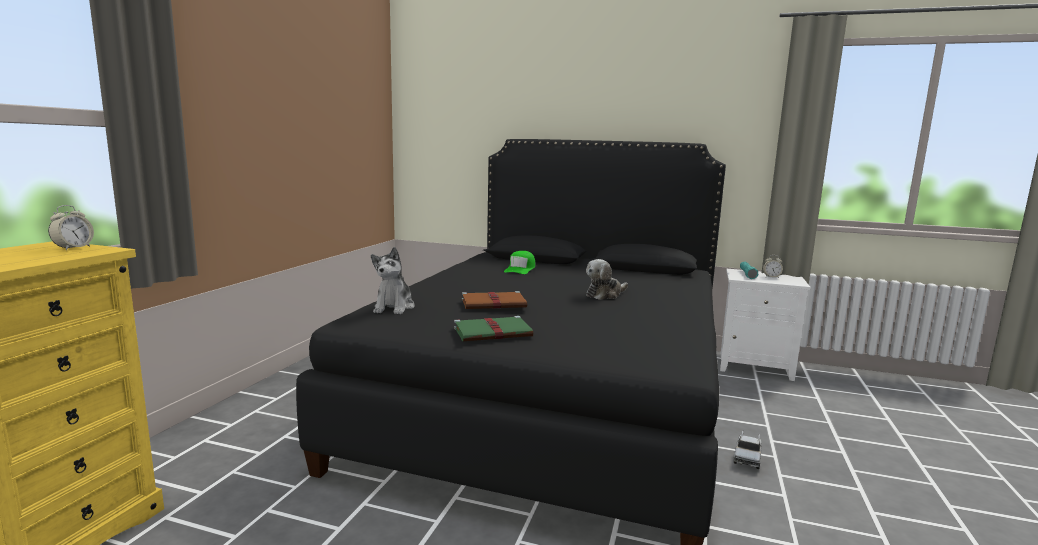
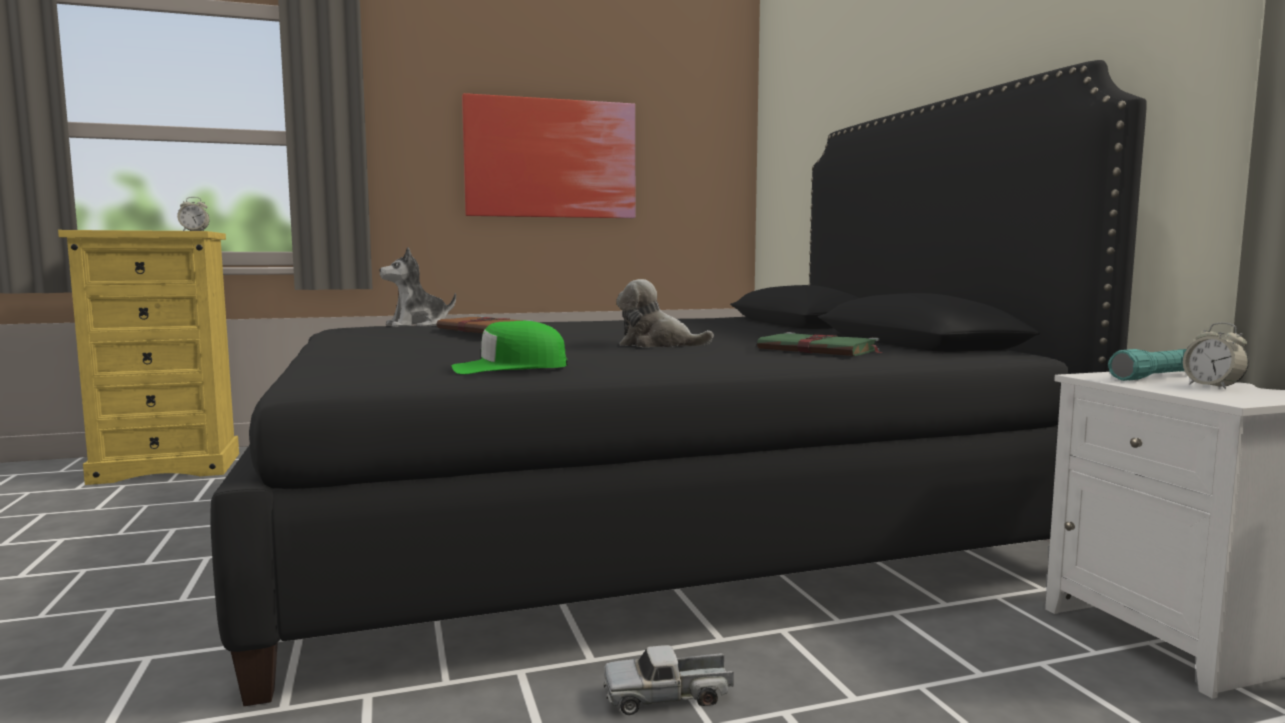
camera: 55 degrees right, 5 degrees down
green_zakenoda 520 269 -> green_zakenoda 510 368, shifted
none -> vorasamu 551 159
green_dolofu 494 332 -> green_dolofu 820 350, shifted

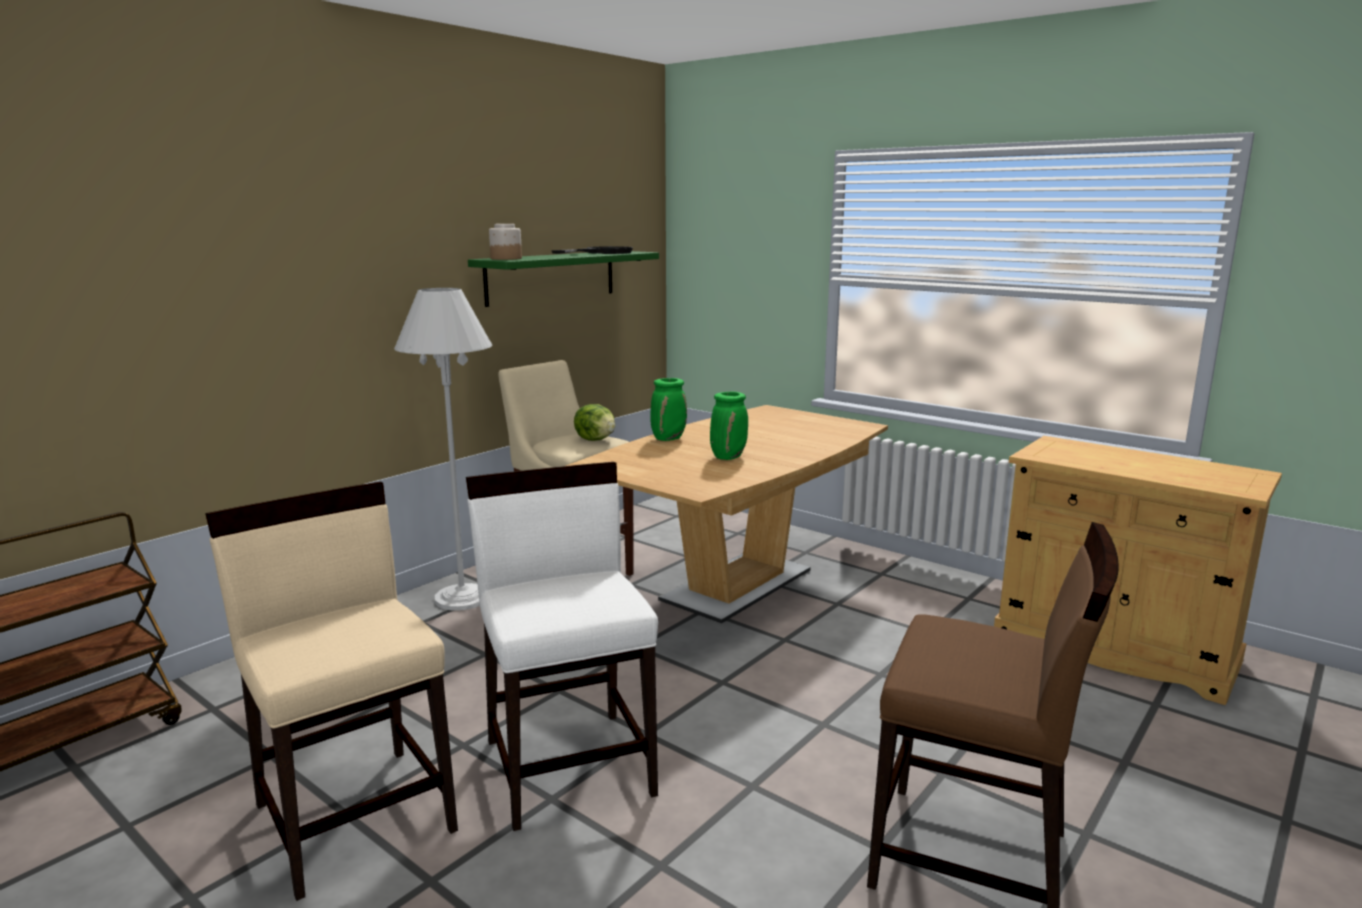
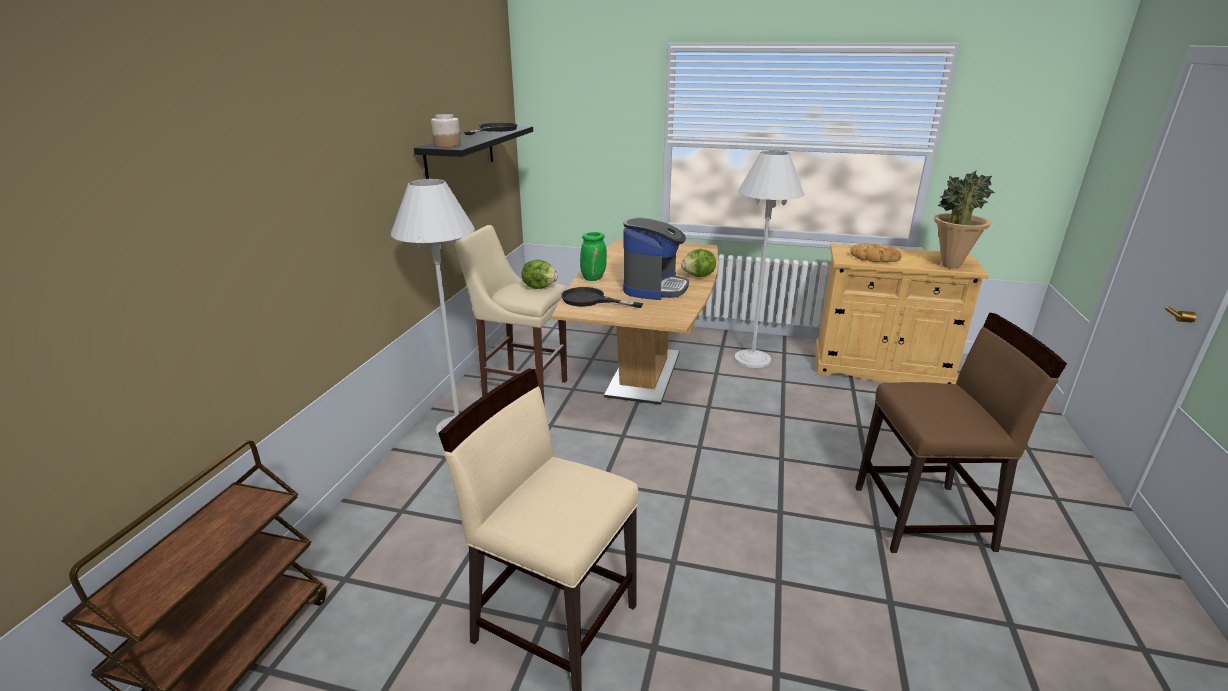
camera: 25 degrees left, 10 degrees up
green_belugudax 551 277 -> black_belugudax 460 154
none -> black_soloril 590 300
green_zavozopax 728 457 -> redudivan 654 288
none -> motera 698 276
none -> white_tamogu 752 359
none -> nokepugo 874 258
none -> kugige 950 266
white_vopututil 570 765 -> none

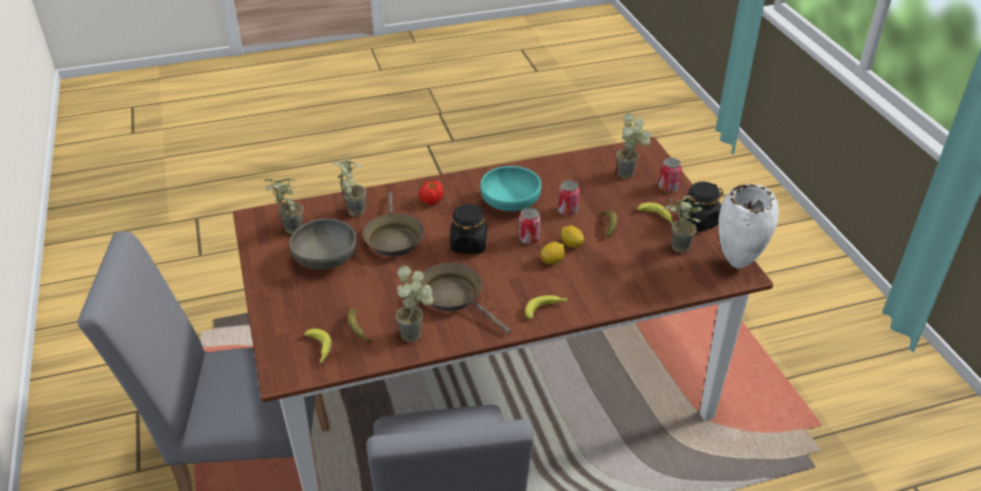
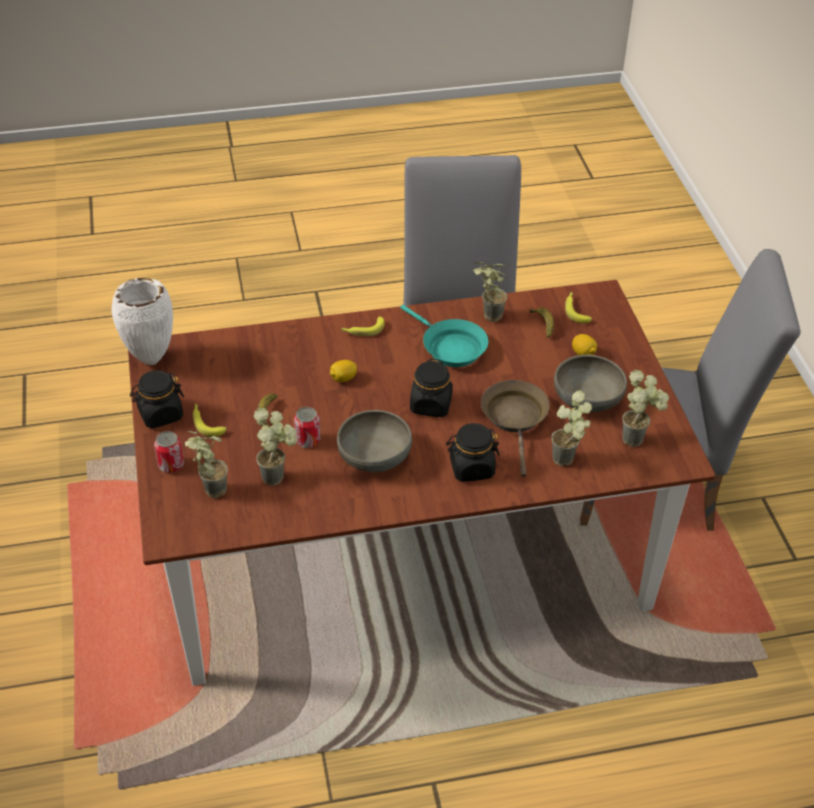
camera: 175 degrees left, 5 degrees up
kugige 676 249 -> kugige 279 476, shifted
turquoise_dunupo 510 203 -> grey_dunupo 374 456
brown_soloril 455 297 -> turquoise_soloril 450 347
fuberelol 431 200 -> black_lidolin 471 468
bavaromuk 571 244 -> bavaromuk 583 354, shifted
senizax 529 238 -> none

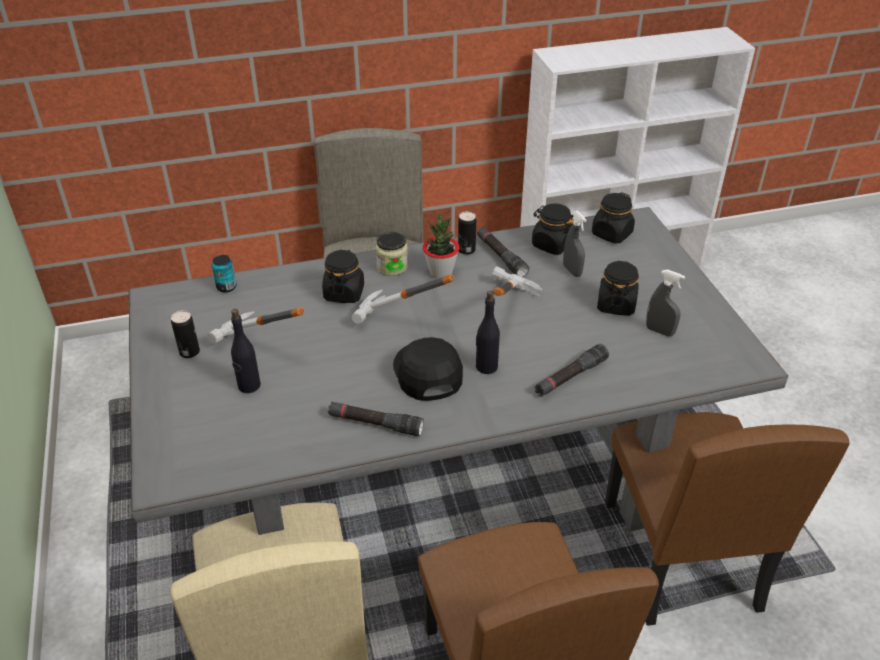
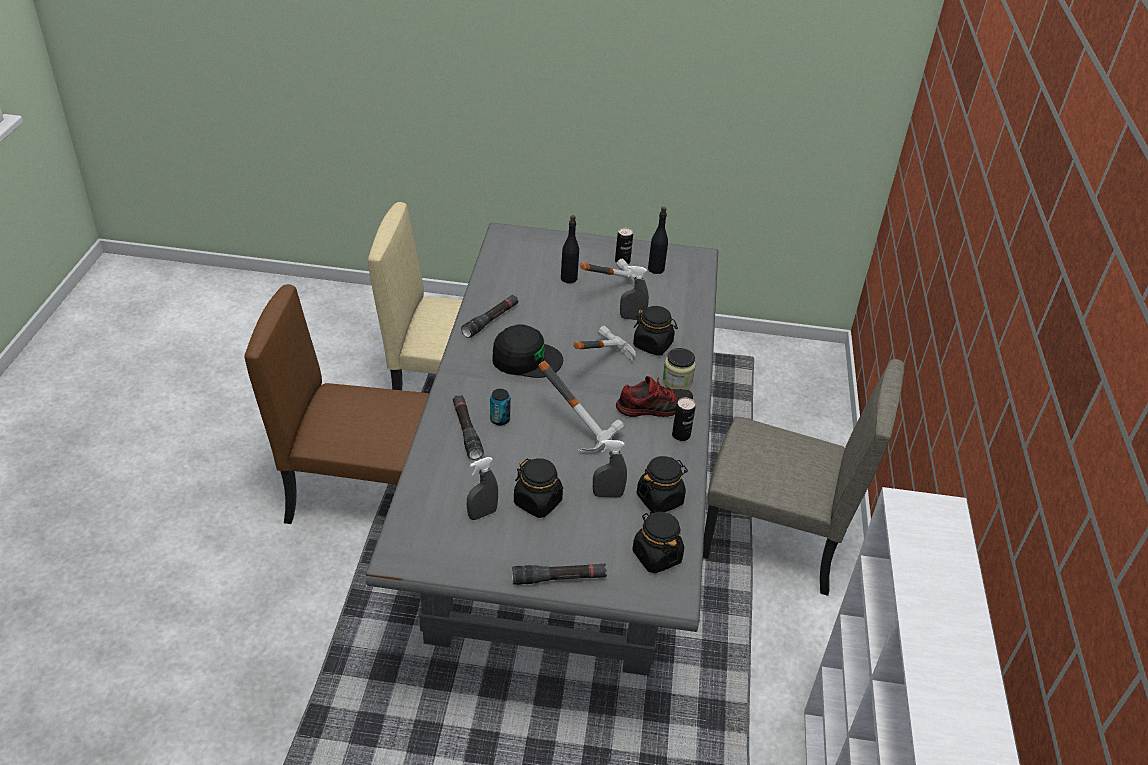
camera: 110 degrees right, 0 degrees up
senizax 226 287 -> senizax 500 419, shifted
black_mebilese 501 257 -> black_mebilese 559 578, shifted
kugige 441 272 -> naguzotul 653 407
none -> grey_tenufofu 632 318
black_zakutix 486 367 -> black_zakutix 656 269, shifted
brown_vopututil 679 554 -> none

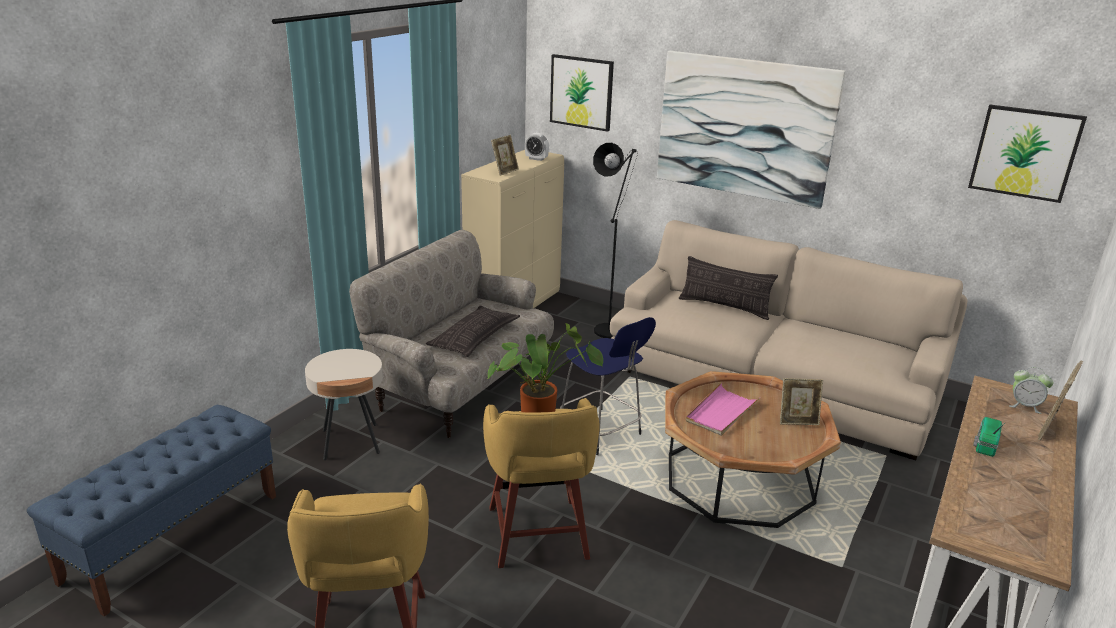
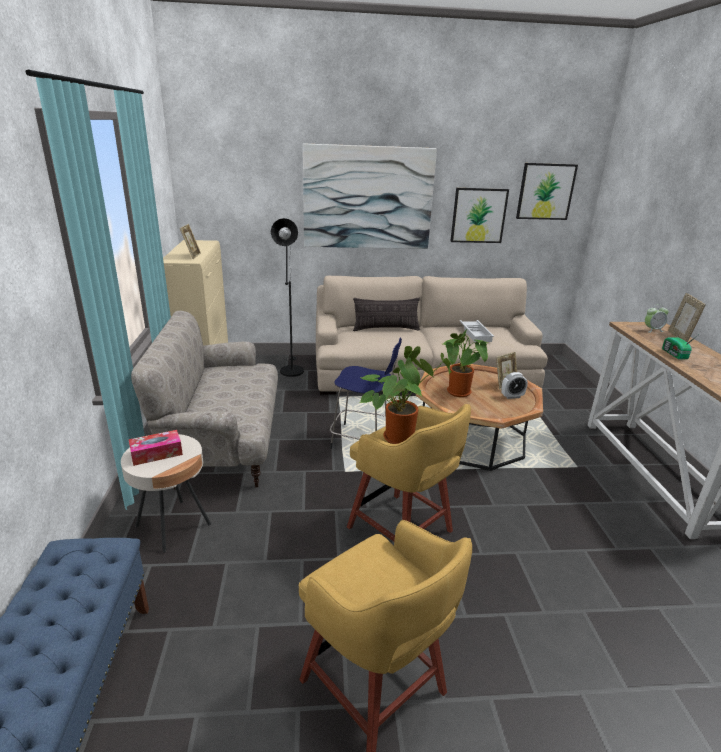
camera: 35 degrees left, 0 degrees up
none -> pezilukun 156 453
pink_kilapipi 721 412 -> kugige 460 394
vorasamu 581 92 -> vorasamu 478 215, shifted
none -> white_kilapipi 476 333
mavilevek 536 159 -> mavilevek 512 396, shifted
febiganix 474 337 -> none

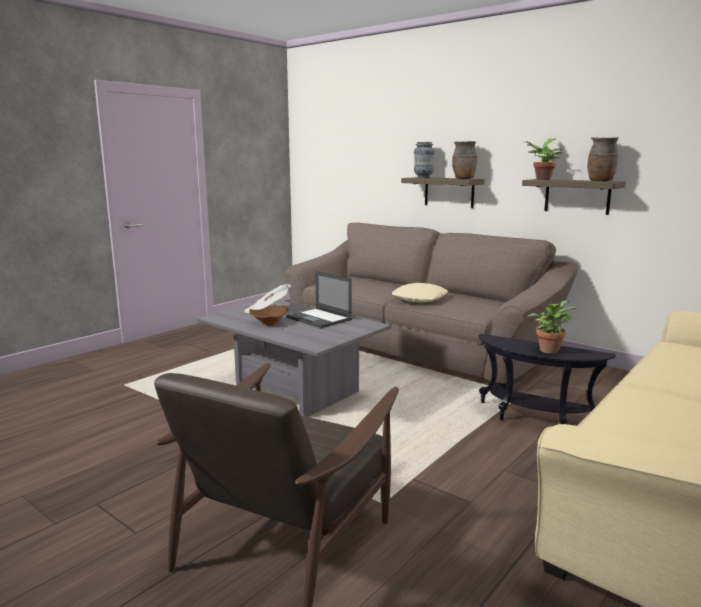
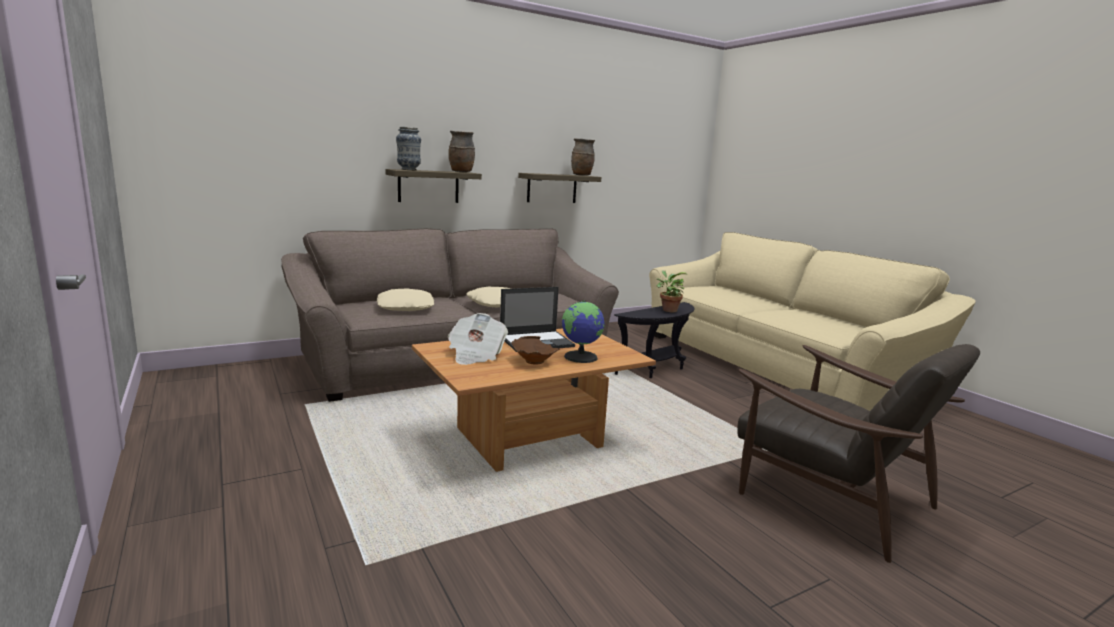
camera: 70 degrees left, 0 degrees up
none -> beige_febiganix 406 307
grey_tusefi 294 393 -> brown_tusefi 529 440
none -> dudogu 581 357
kugige 542 179 -> none

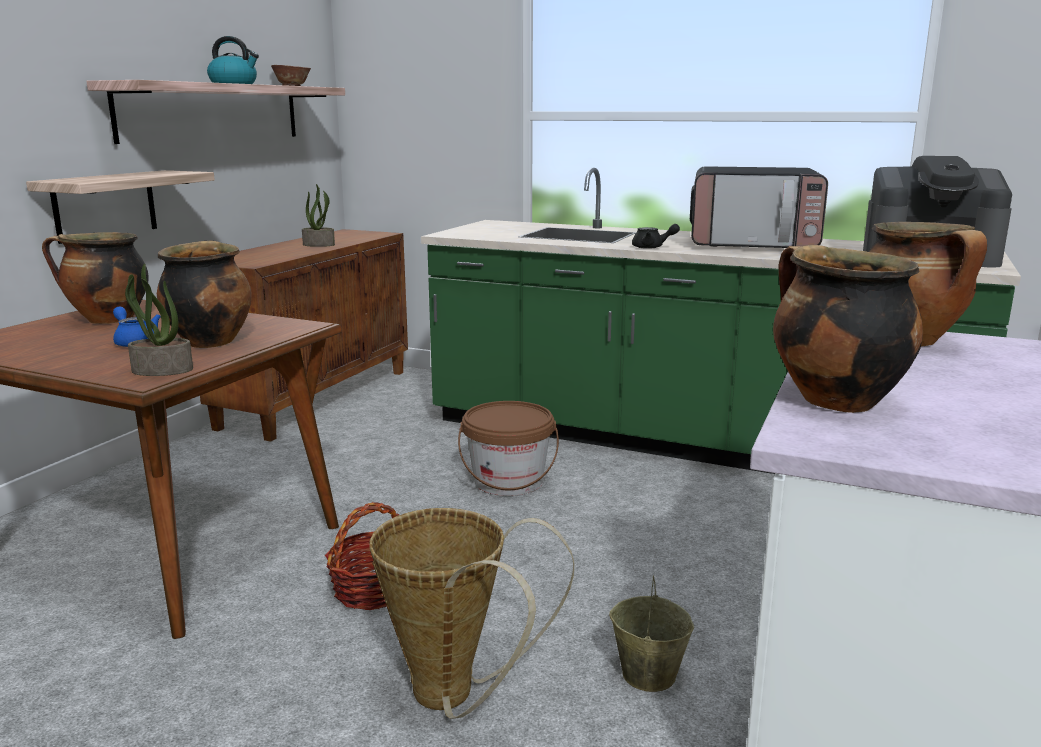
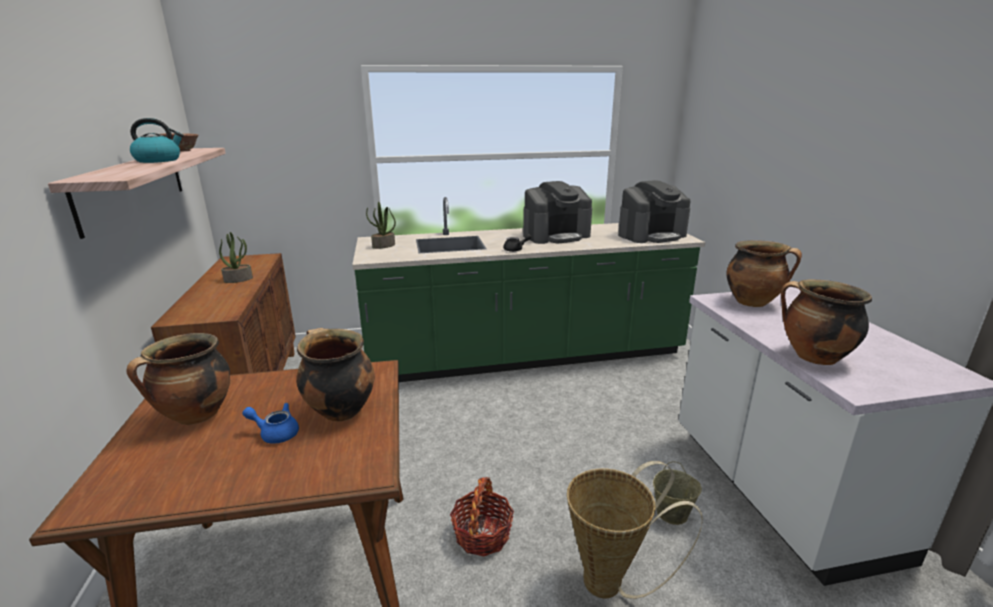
camera: 35 degrees left, 5 degrees up
kugige 161 371 -> kugige 383 246, shifted
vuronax 753 243 -> redudivan 556 236
belugudax 105 205 -> none
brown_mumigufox 508 481 -> none

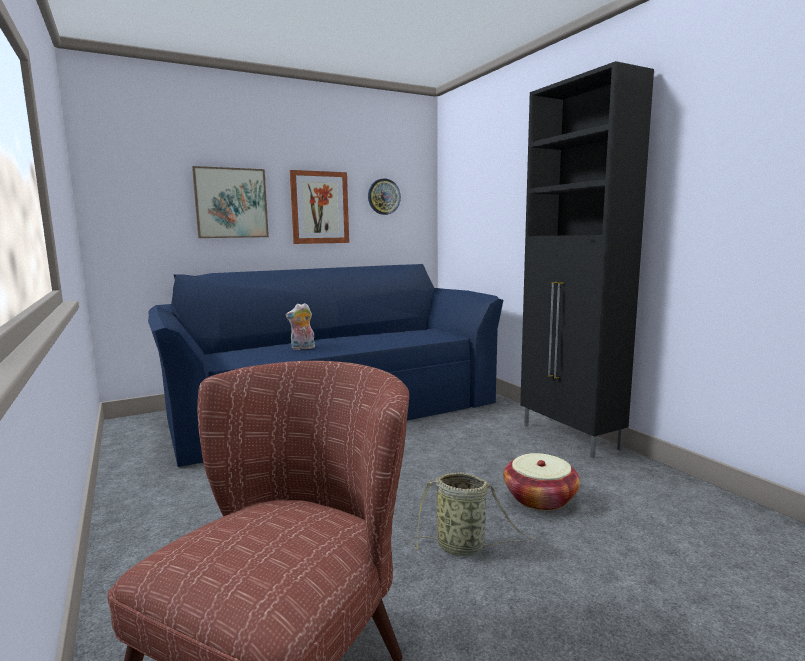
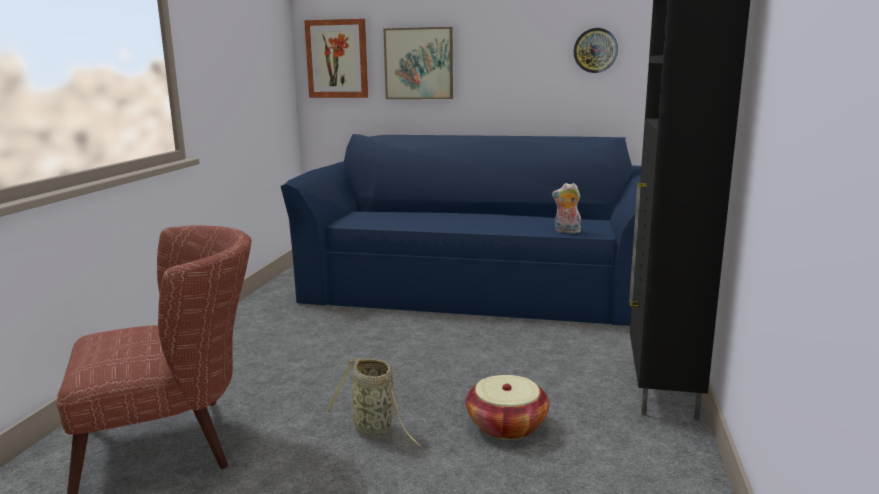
camera: 40 degrees right, 5 degrees up
vorasamu 319 207 -> vorasamu 337 59, shifted
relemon 302 348 -> relemon 566 231, shifted

